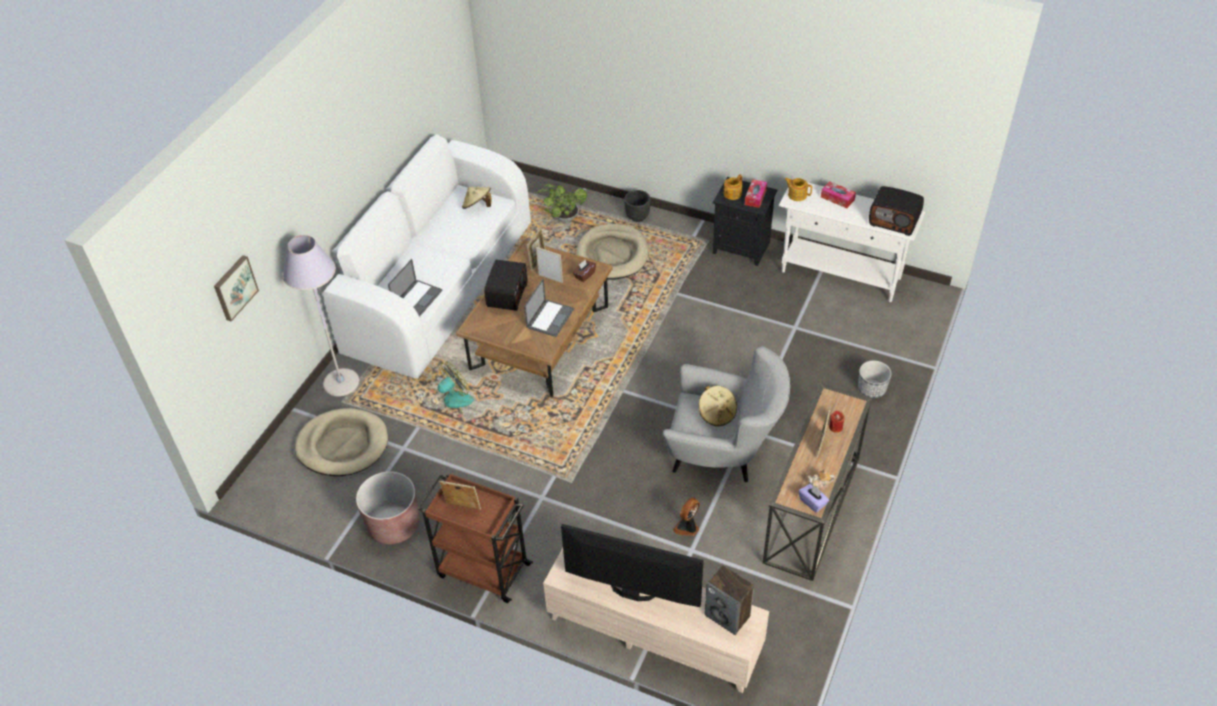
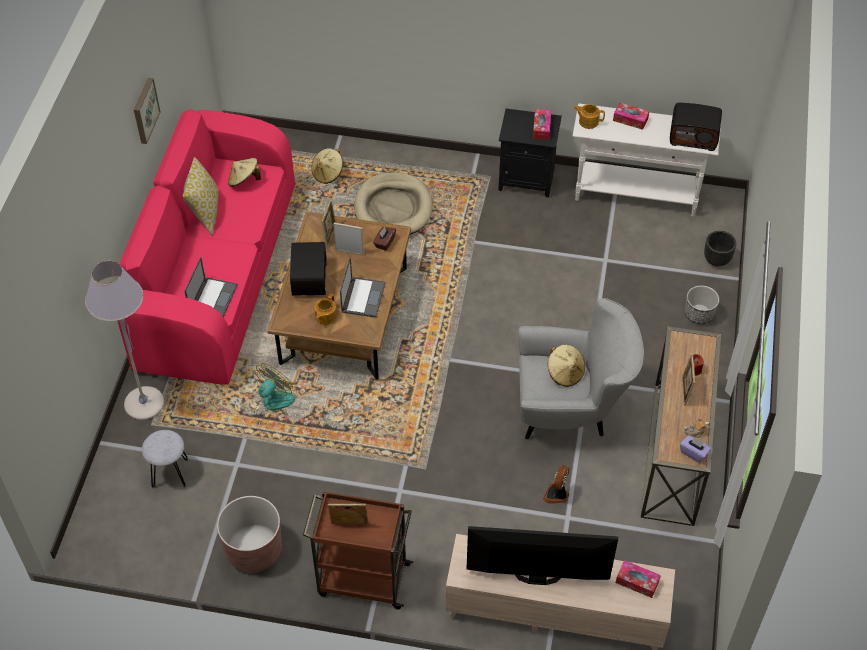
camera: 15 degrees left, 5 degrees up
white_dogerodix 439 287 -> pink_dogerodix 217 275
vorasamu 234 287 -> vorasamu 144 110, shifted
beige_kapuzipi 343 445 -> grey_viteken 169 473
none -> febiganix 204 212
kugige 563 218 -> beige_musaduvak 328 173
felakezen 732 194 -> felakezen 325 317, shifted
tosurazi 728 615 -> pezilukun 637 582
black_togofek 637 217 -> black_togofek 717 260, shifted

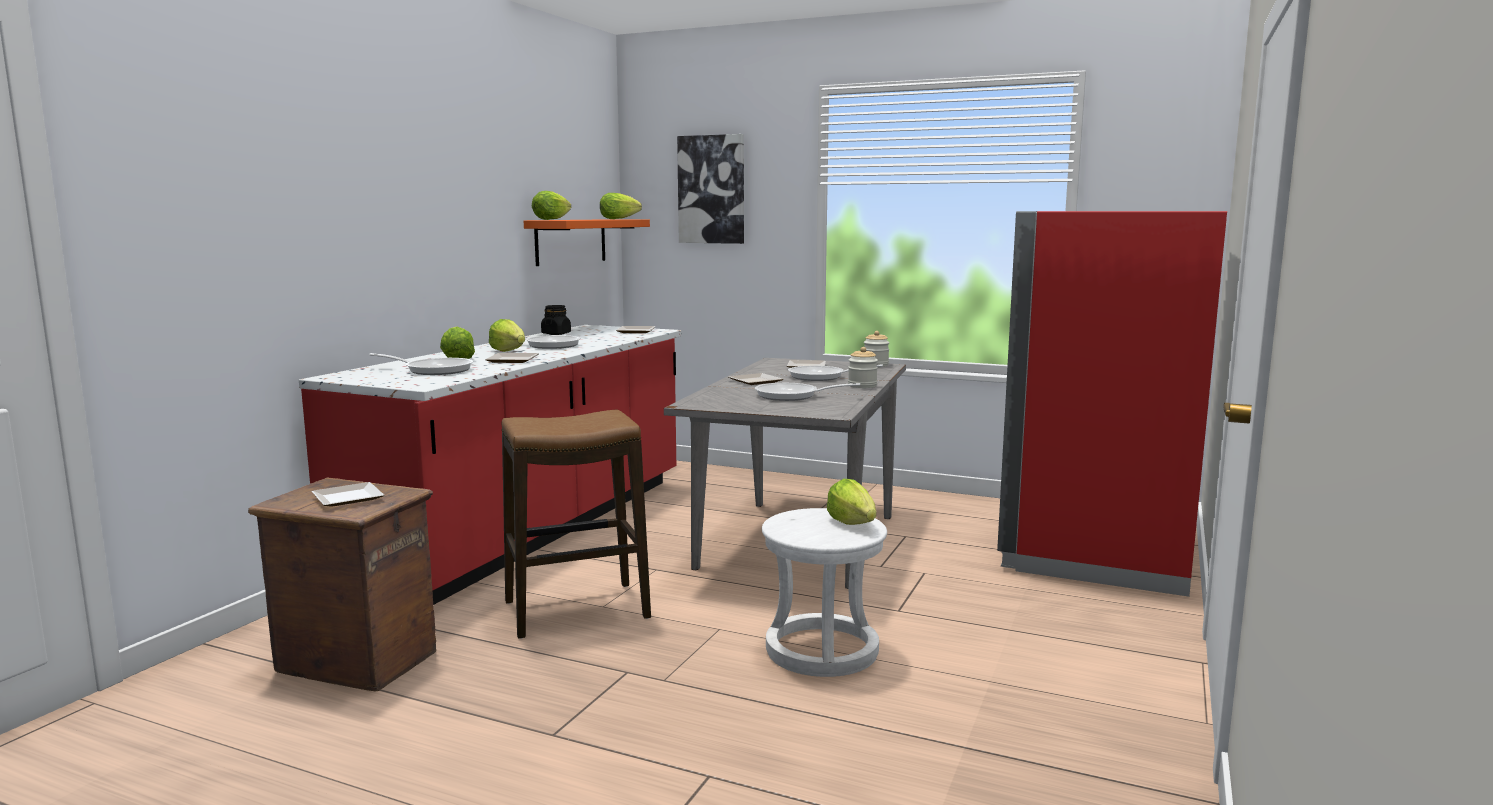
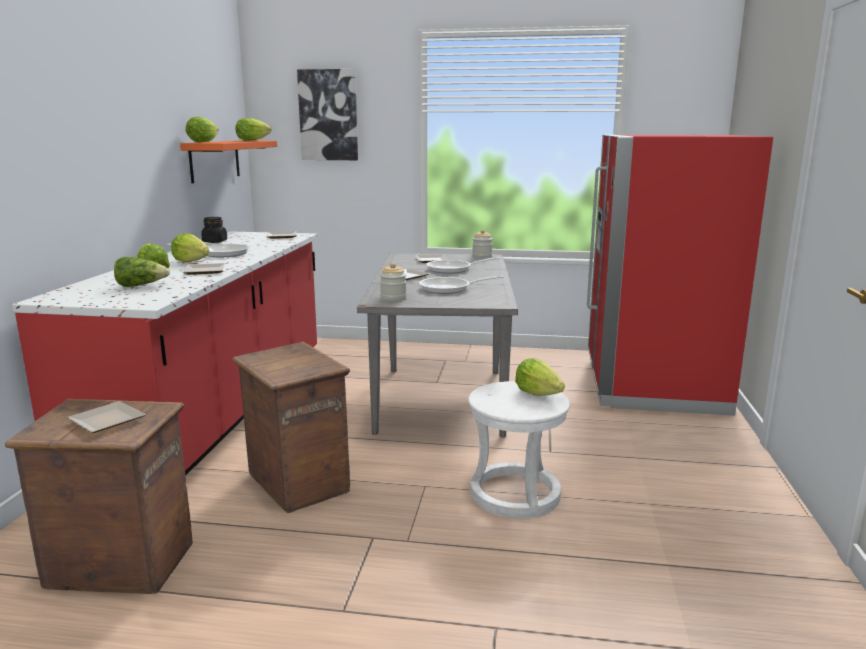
camera: 15 degrees left, 5 degrees up
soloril 434 370 -> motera 141 286
viteken 577 610 -> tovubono 298 484
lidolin 862 386 -> lidolin 393 298, shifted

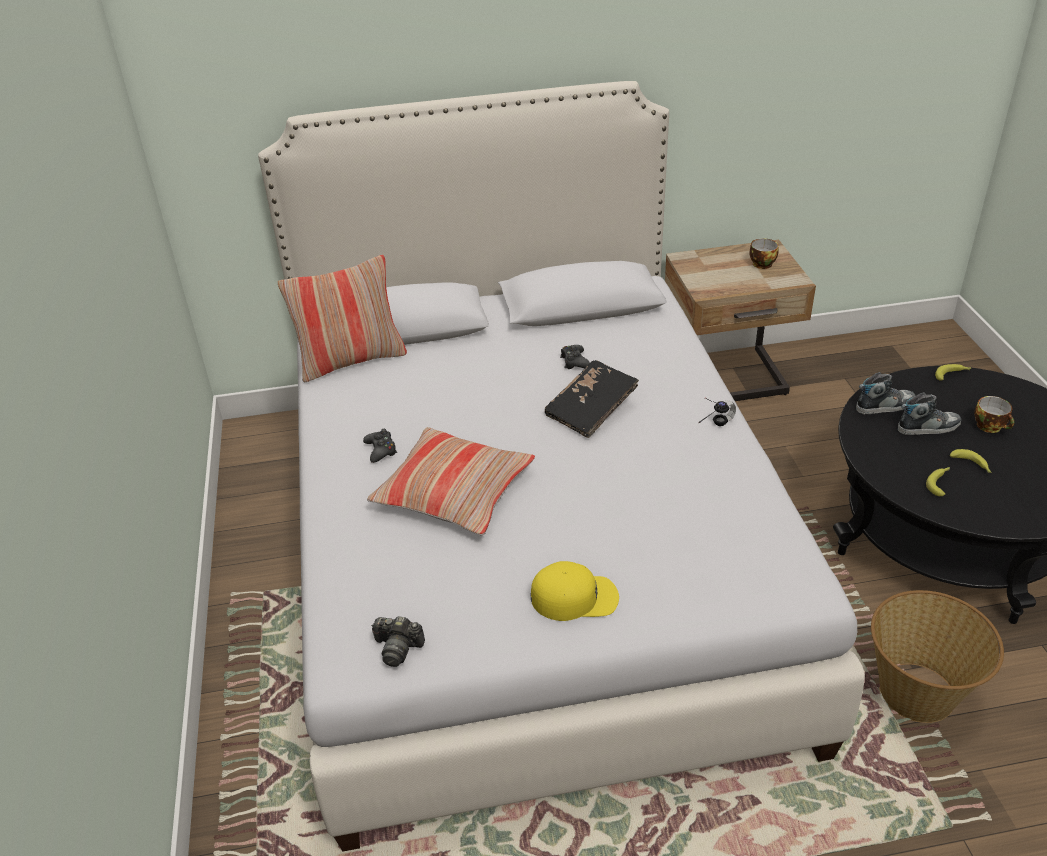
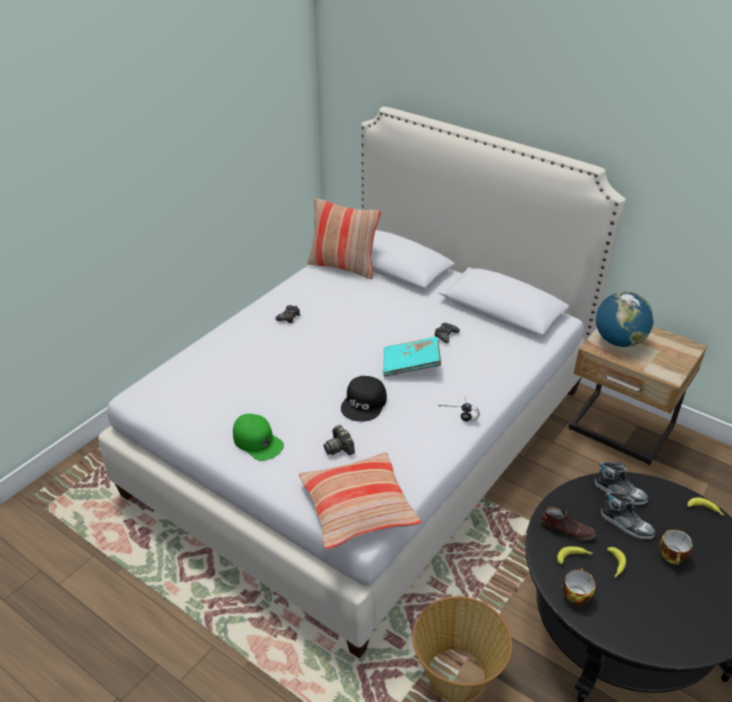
camera: 45 degrees right, 0 degrees up
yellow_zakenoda 575 597 -> green_zakenoda 257 441
febiganix 454 492 -> febiganix 358 508, shifted
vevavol 398 648 -> vevavol 339 447, shifted
none -> black_zakenoda 364 403
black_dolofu 591 410 -> turquoise_dolofu 411 365
none -> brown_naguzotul 566 530
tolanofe 760 263 -> tolanofe 575 594, shifted
none -> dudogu 618 341

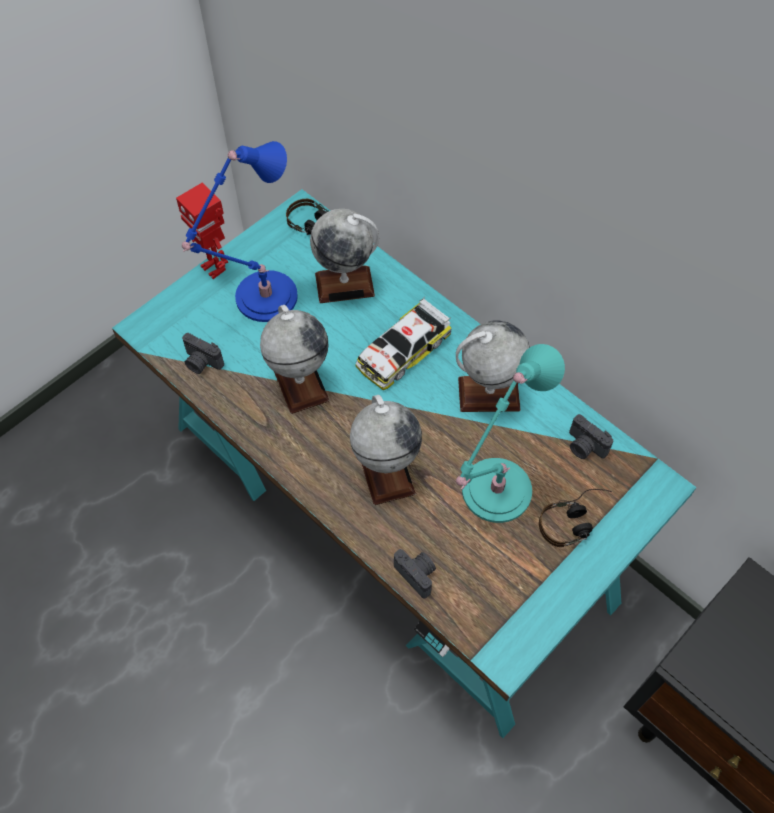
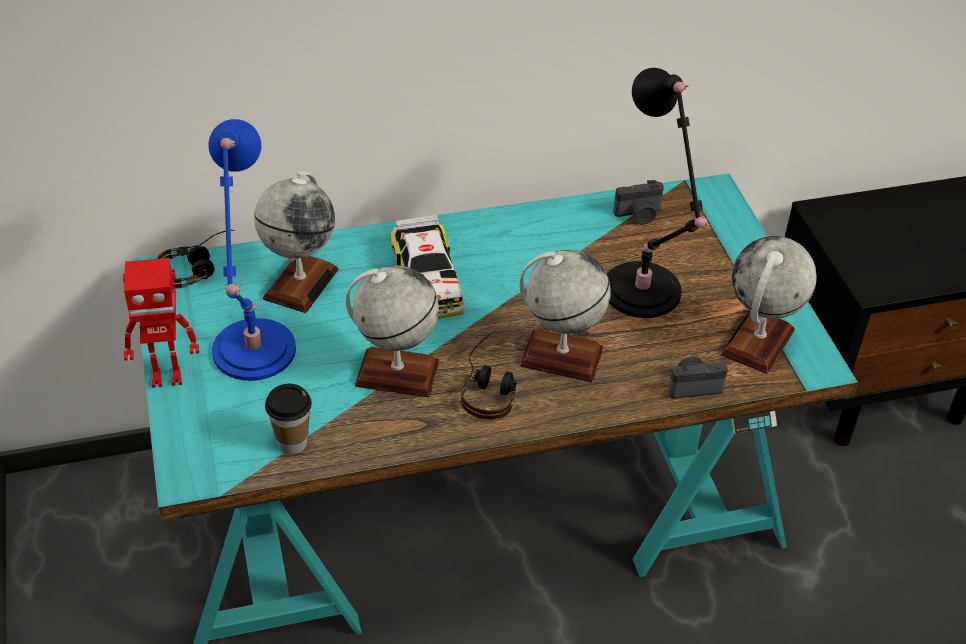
camera: 60 degrees left, 15 degrees down
vevavol 201 363 -> tolanofe 292 443
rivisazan 575 521 -> rivisazan 490 388, shifted
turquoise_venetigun 492 494 -> black_venetigun 644 295
dudogu 488 394 -> dudogu 758 342, shifted

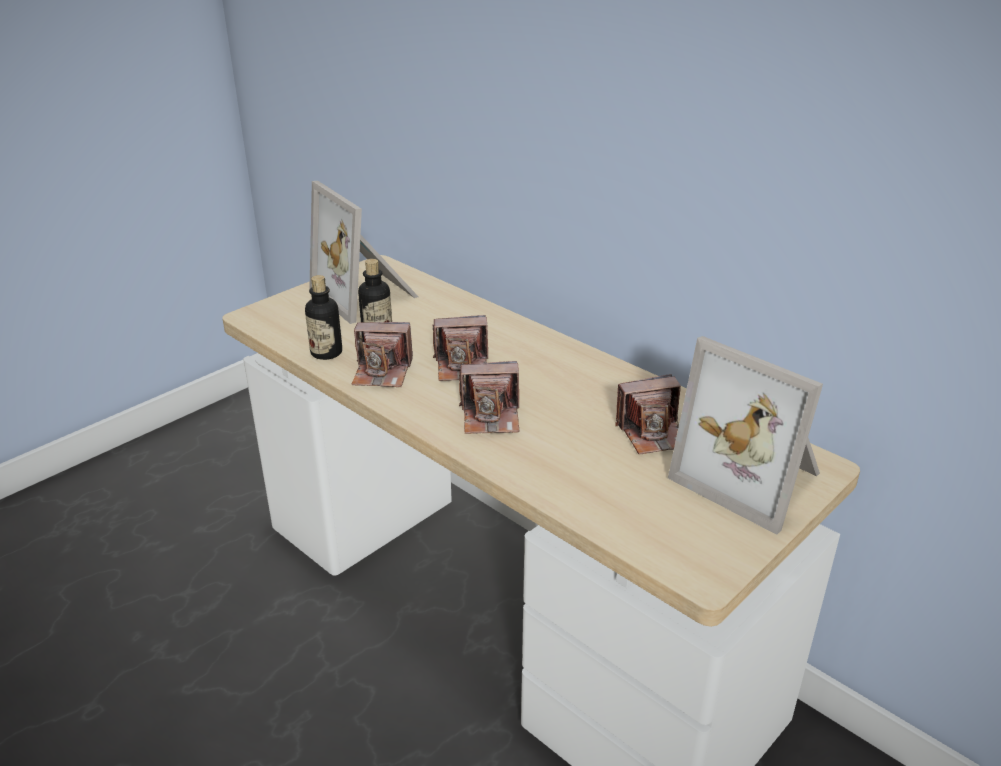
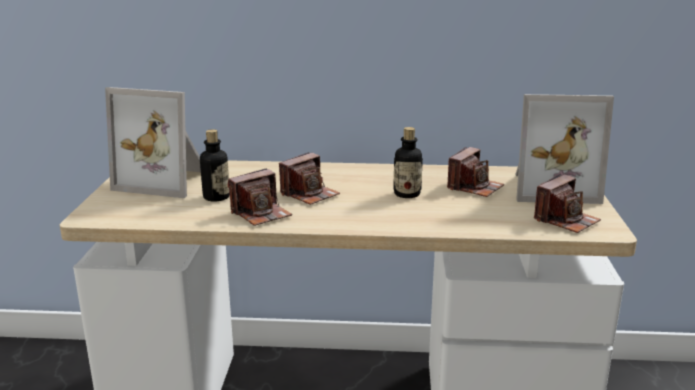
camera: 40 degrees left, 10 degrees down
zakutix 326 352 -> zakutix 407 194, shifted
vevavol 491 417 -> vevavol 565 220, shifted

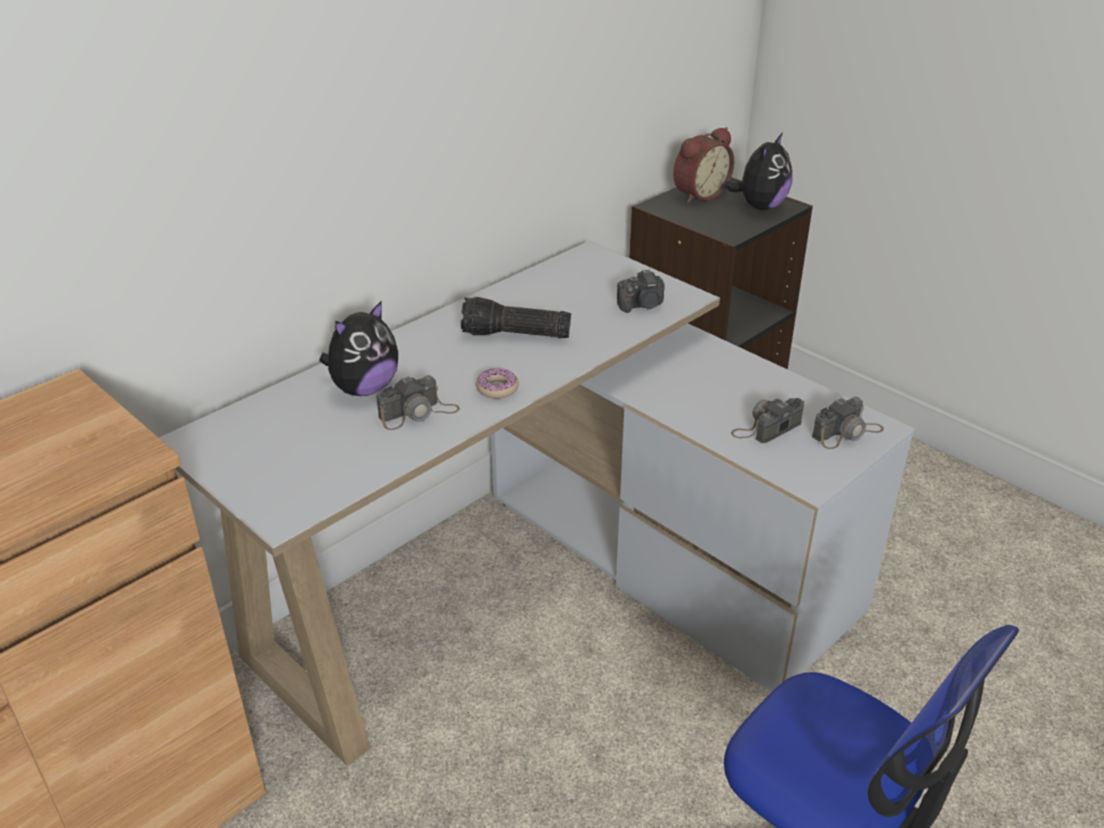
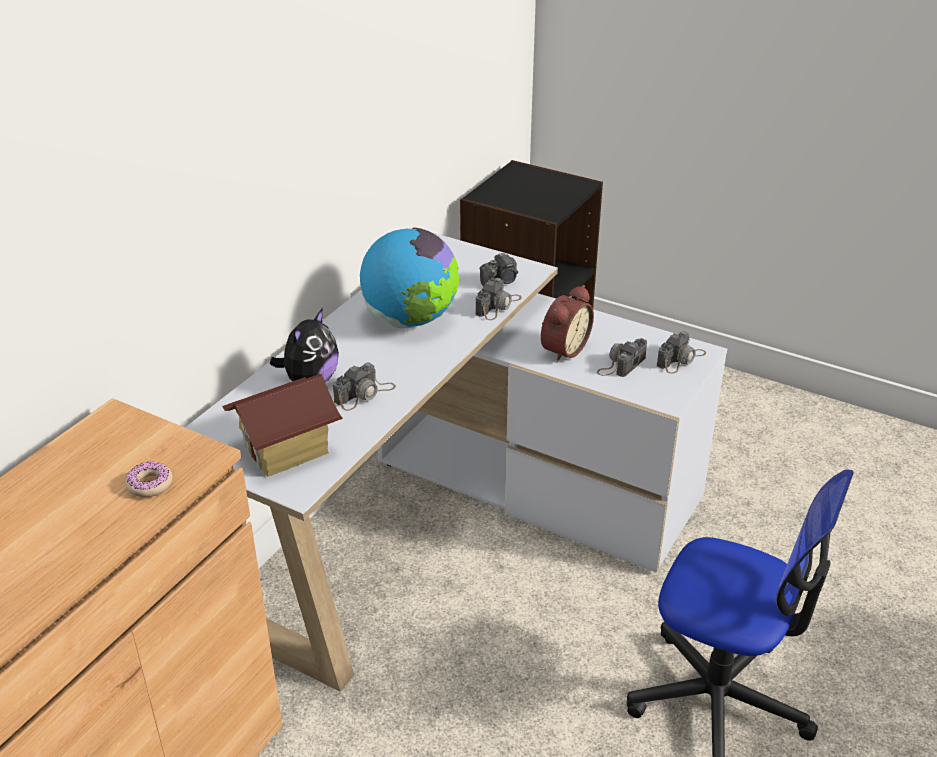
camera: 15 degrees left, 0 degrees up
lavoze 497 389 -> lavoze 150 484, shifted
none -> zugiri 287 451
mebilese 515 335 -> dudogu 410 320
none -> vevavol 498 306
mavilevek 698 194 -> mavilevek 562 349, shifted
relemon 760 206 -> none

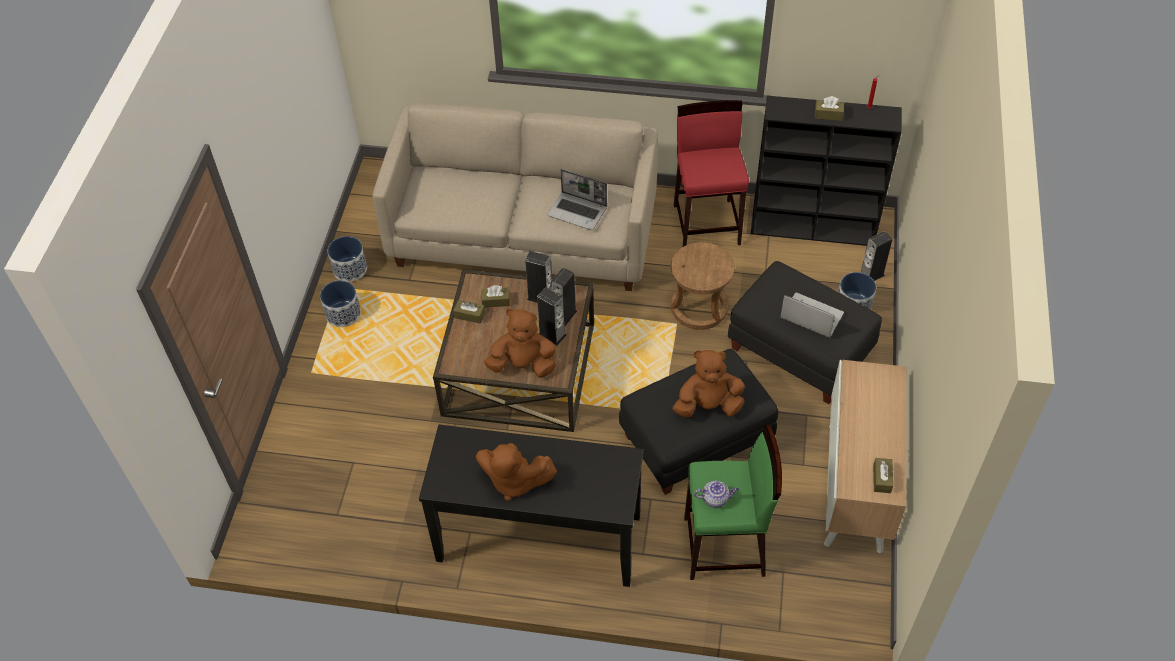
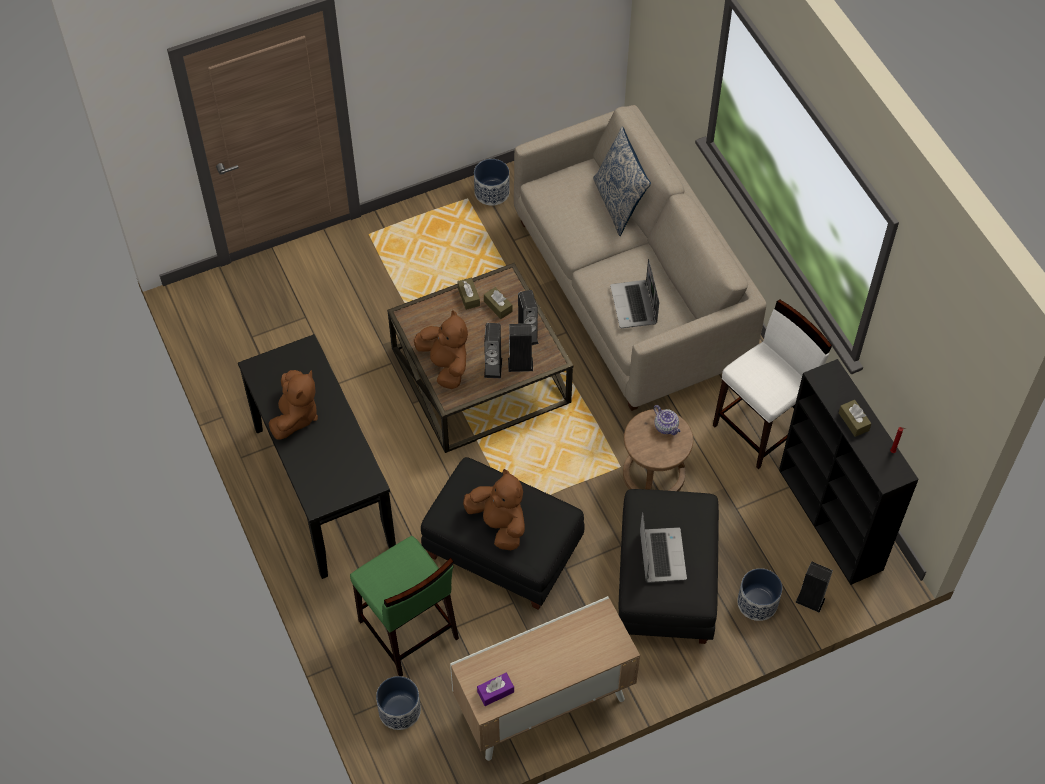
camera: 55 degrees right, 5 degrees up
brown_relemon 514 481 -> brown_relemon 295 416, 150 degrees counterclockwise
togofek 343 314 -> togofek 399 710, shifted
brown_pezilukun 882 479 -> purple_pezilukun 495 692
none -> febiganix 619 204
felakezen 715 499 -> felakezen 666 427, shifted
red_viteken 707 224 -> white_viteken 762 428

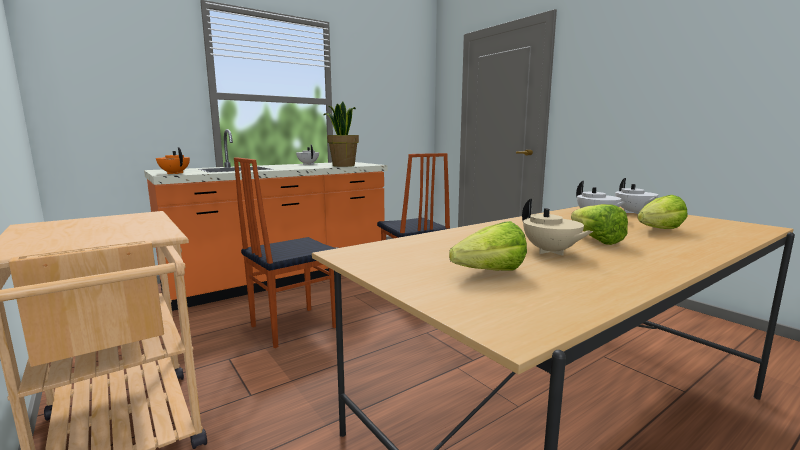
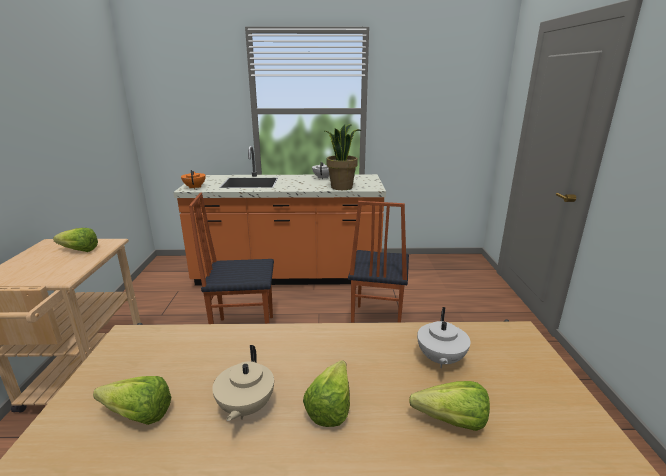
camera: 35 degrees right, 10 degrees up
none -> motera 77 250
white_felakezen 634 213 -> none

